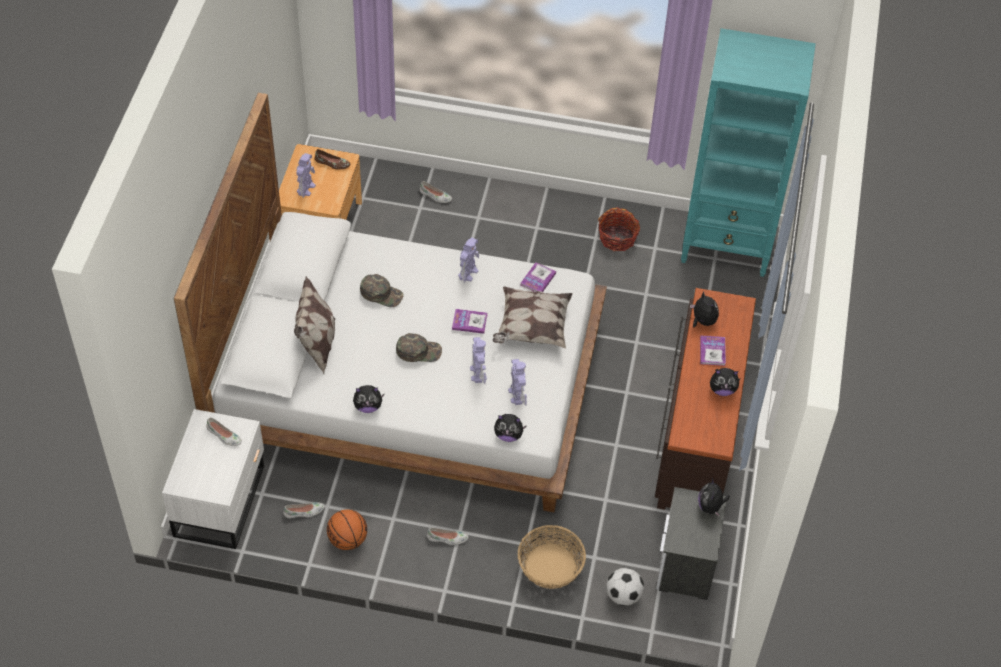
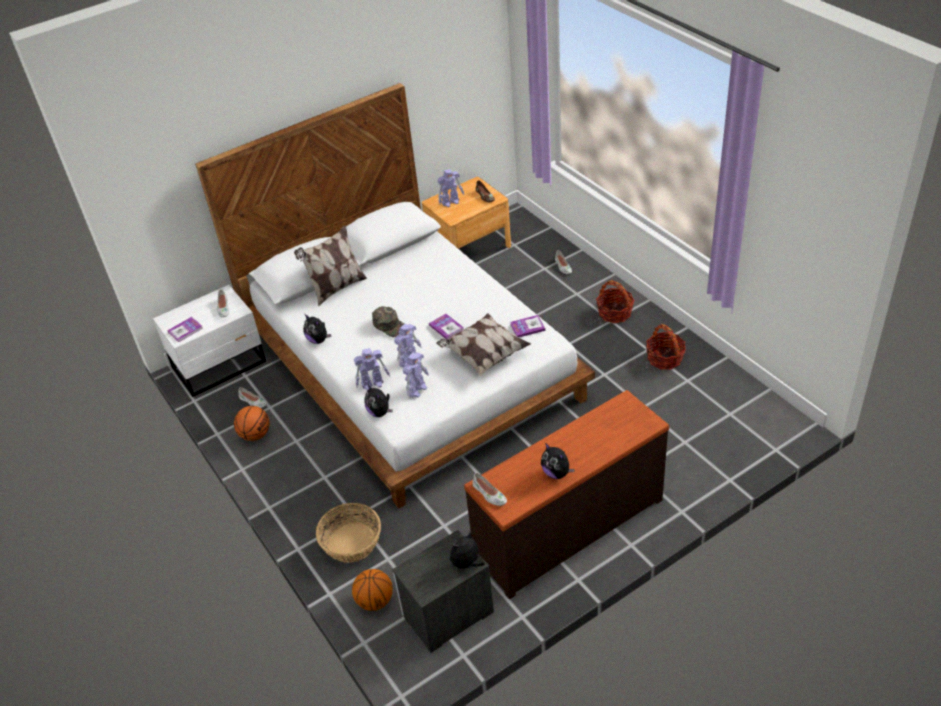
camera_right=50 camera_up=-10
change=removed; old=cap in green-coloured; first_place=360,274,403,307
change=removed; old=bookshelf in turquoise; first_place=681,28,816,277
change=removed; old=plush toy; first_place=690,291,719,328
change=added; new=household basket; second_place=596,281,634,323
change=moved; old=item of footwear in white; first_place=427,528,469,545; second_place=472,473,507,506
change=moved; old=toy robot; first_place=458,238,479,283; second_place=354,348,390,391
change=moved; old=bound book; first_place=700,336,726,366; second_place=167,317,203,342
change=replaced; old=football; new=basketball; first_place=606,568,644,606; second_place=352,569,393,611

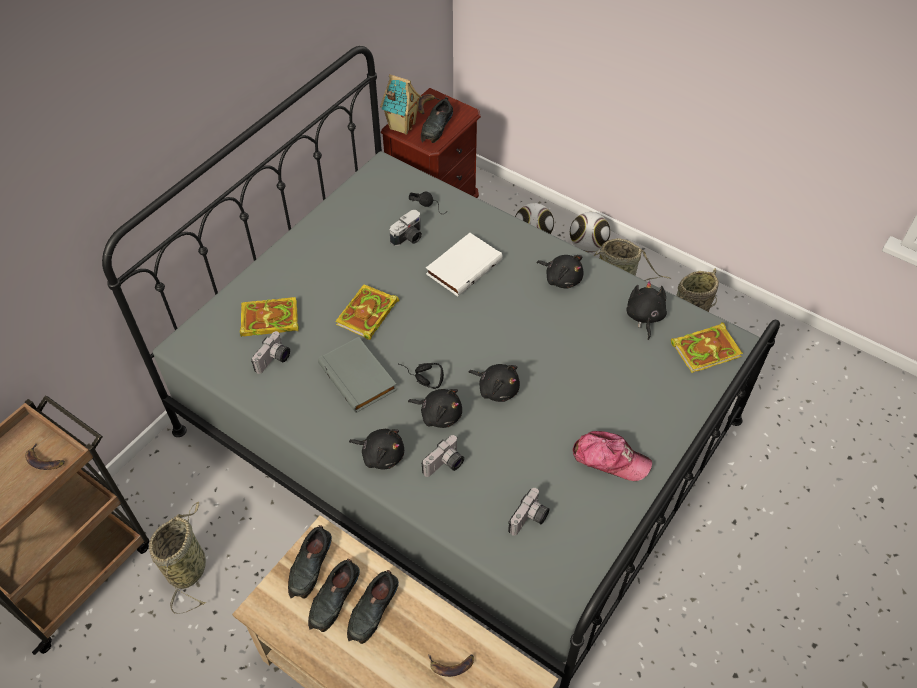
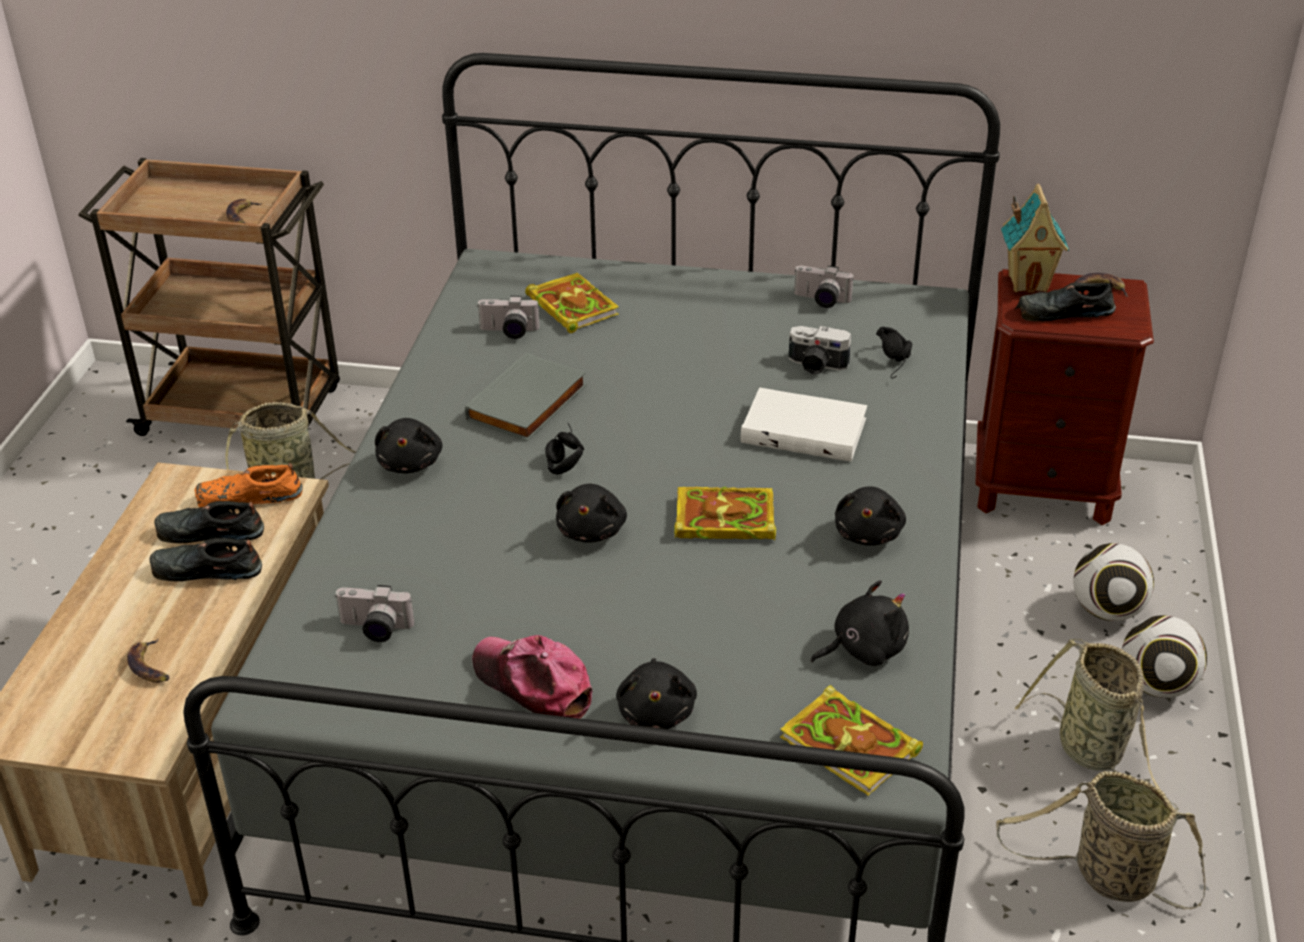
camera_right=65 camera_up=-15
change=moved; old=bound book; first_place=335,285,399,340; second_place=674,487,776,541
change=moved; old=plush toy in black; first_place=408,389,462,428; second_place=616,658,697,729
change=moved; old=photo camera; first_place=421,435,464,477; second_place=794,266,854,308
change=recoloured; old=item of footwear in black; new=item of footwear in orange; first_place=288,525,332,599; second_place=194,463,303,508
change=turned; old=cap; first_place=573,431,652,481; second_place=472,635,592,719; degrees=135

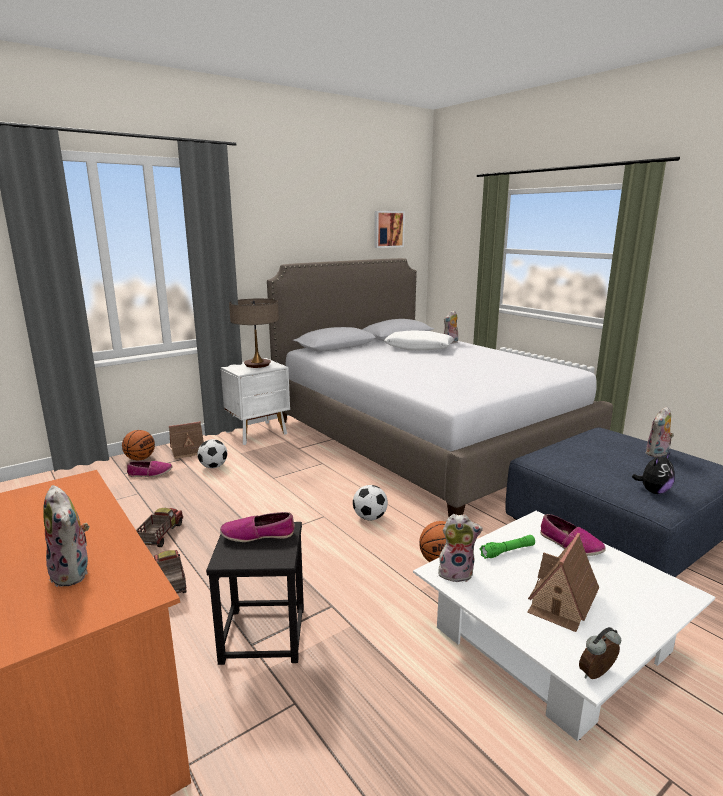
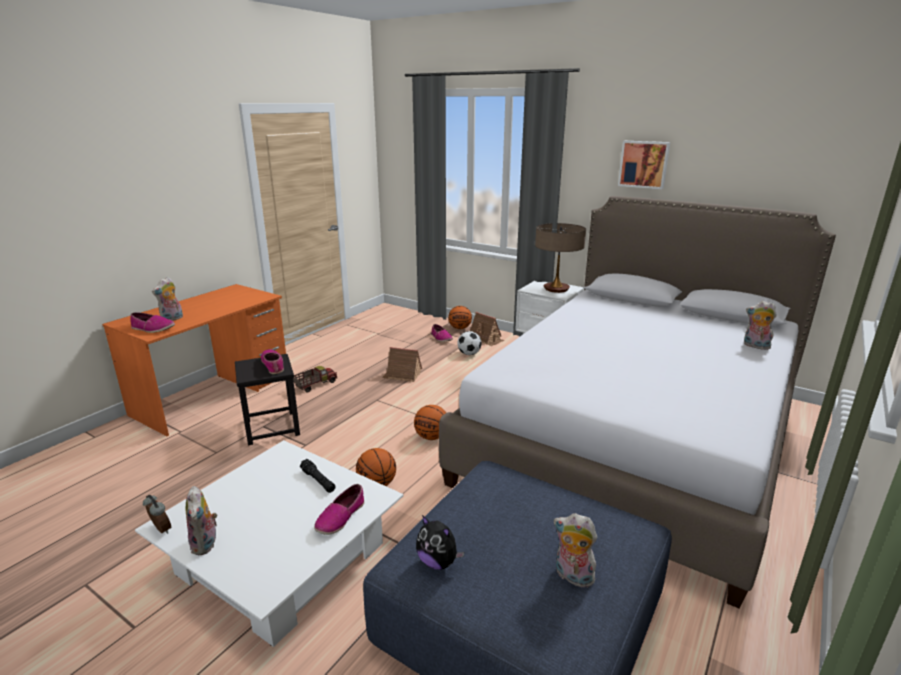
camera_right=70 camera_up=5
change=removed; old=toy lorry; first_place=136,508,183,547
change=removed; old=cushion in white; first_place=384,330,454,350
change=added; new=item of footwear; second_place=130,312,175,333
change=moved; old=wall art; first_place=374,211,405,248; second_place=618,141,670,189
change=moved; old=plush toy; first_place=438,514,483,582; second_place=185,486,219,555
change=moved; old=miniature house; first_place=527,533,599,632; second_place=382,347,422,382
change=replaced; old=football; new=basketball; first_place=353,485,388,521; second_place=414,405,446,440
change=recoloured; old=flashlight in green-coloured; new=flashlight in black; first_place=479,535,535,559; second_place=300,459,336,493

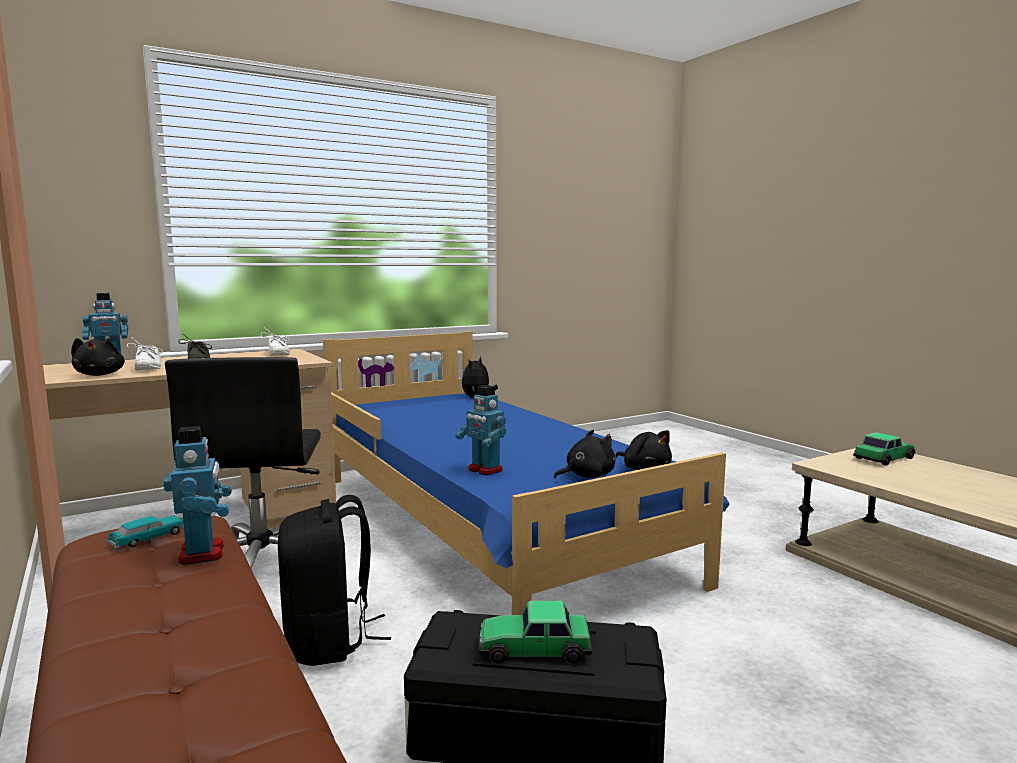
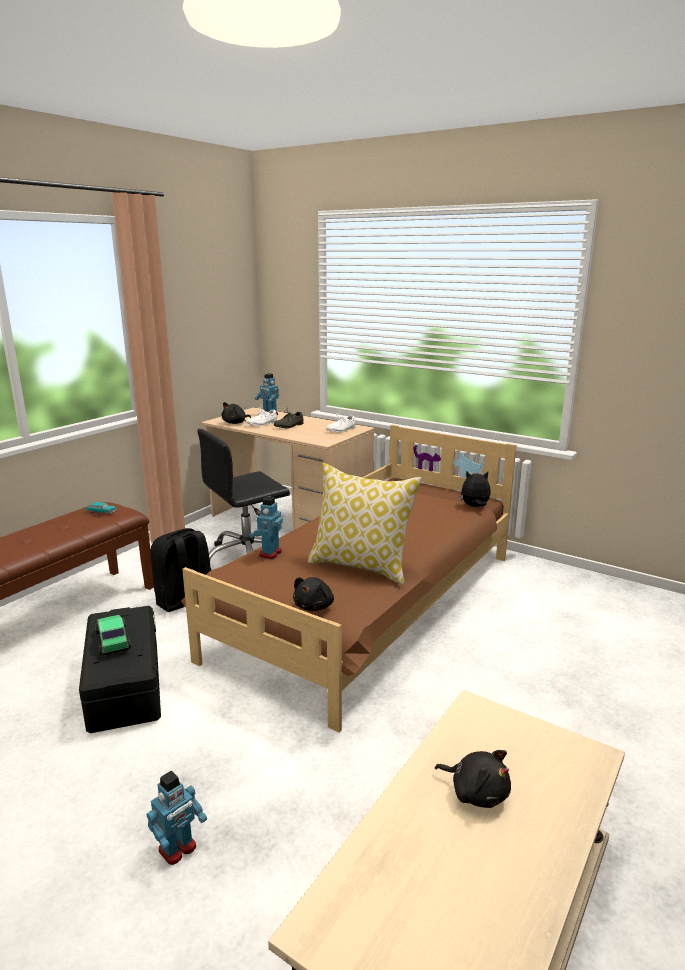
camera_right=65 camera_up=10
change=removed; old=model car; first_place=853,432,916,466
change=added; new=cushion; second_place=308,463,422,584
change=moved; old=toy robot; first_place=163,426,232,565; second_place=146,770,207,865
change=moved; old=plush toy in black; first_place=554,430,615,479; second_place=435,750,511,808
change=recoloured; old=bed in blue-coloured; new=bed in brown-coloured; first_place=323,331,730,615; second_place=181,425,516,732

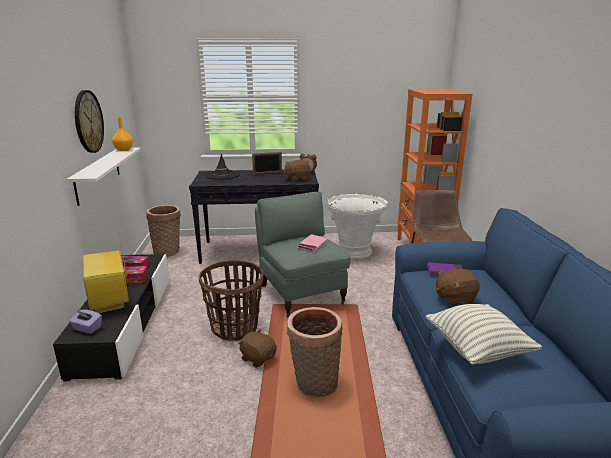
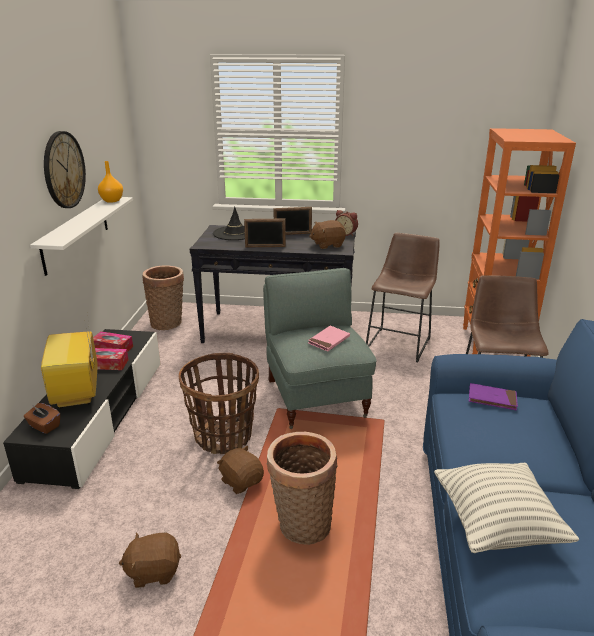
camera_right=10 camera_up=5
change=added; new=photo frame; second_place=244,219,286,248
change=moved; old=plush toy in brown-coloured; first_place=436,269,480,306; second_place=119,532,181,588
change=replaced; old=planter in white; new=sitting stool in brown-coloured; first_place=326,194,388,259; second_place=366,233,440,362
change=recoloured; old=tissue holder in purplish; new=tissue holder in brown-coloured; first_place=69,309,102,334; second_place=24,403,60,434

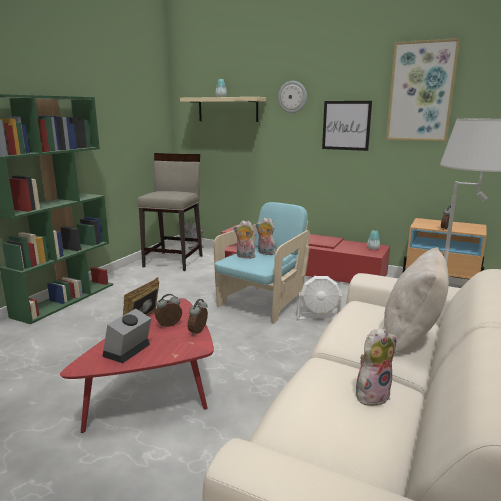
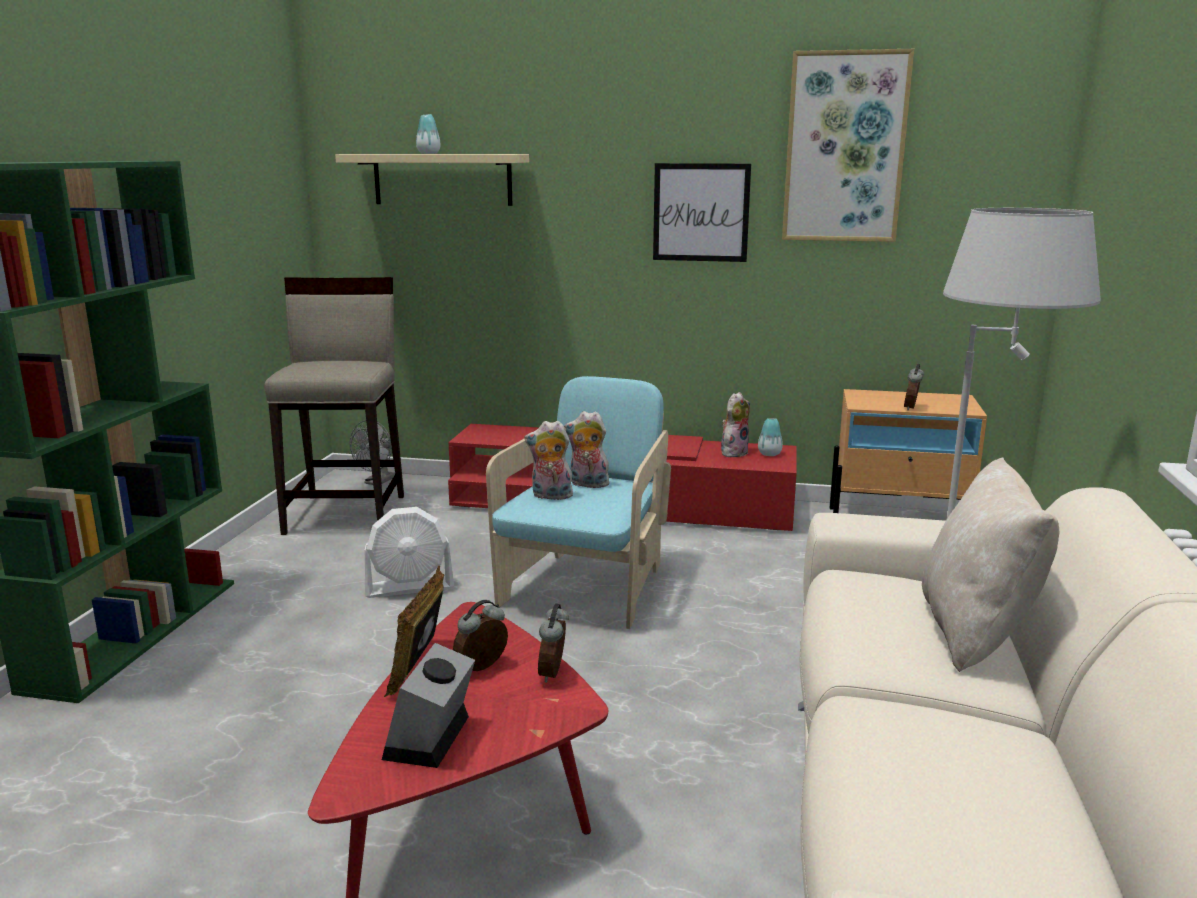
camera_right=-15 camera_up=0
change=removed; old=hanging clock; first_place=278,81,307,113
change=moved; old=cooling fan in white; first_place=296,276,342,320; second_place=365,507,454,598
change=moved; old=plush toy; first_place=356,327,396,406; second_place=721,392,750,457

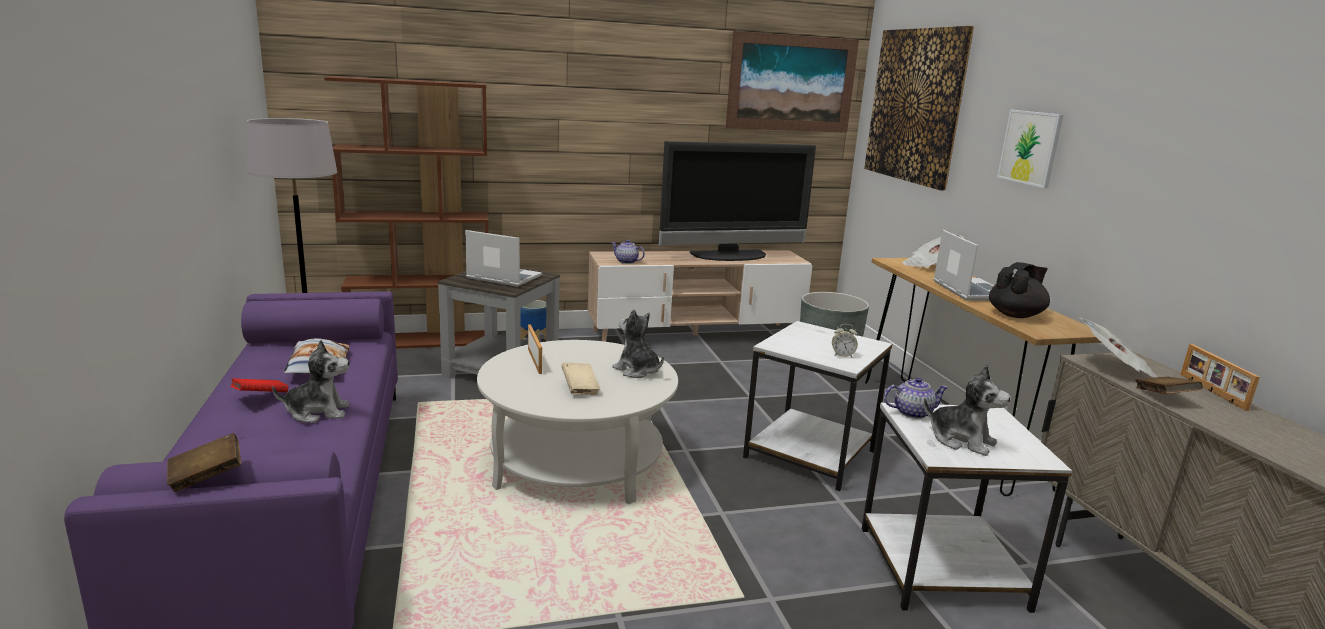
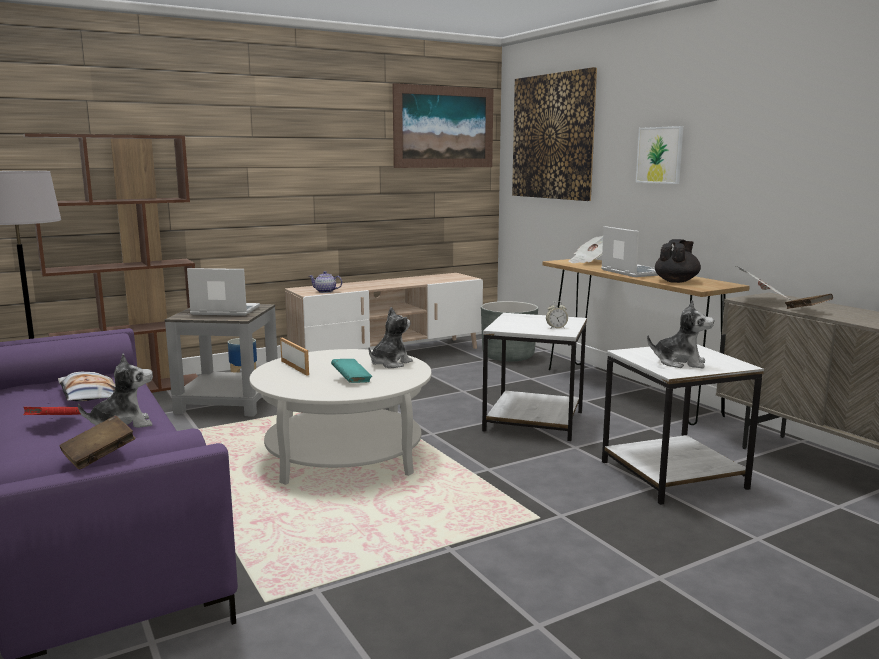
camera_right=-15 camera_up=-5
change=removed; old=television; first_place=659,141,816,261
change=removed; old=pot for tea; first_place=884,377,949,419
change=removed; old=photo frame; first_place=1180,344,1260,411
change=recoloured; old=bound book in sand-coloured; new=bound book in turquoise; first_place=561,362,600,395; second_place=331,359,372,383
change=turned; old=plush toy; first_place=612,309,664,378; second_place=369,307,413,368; degrees=105

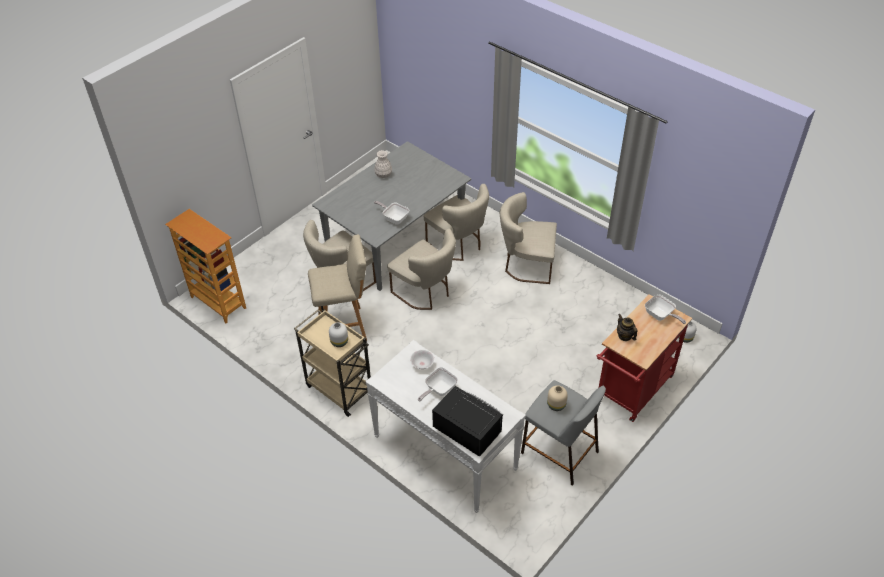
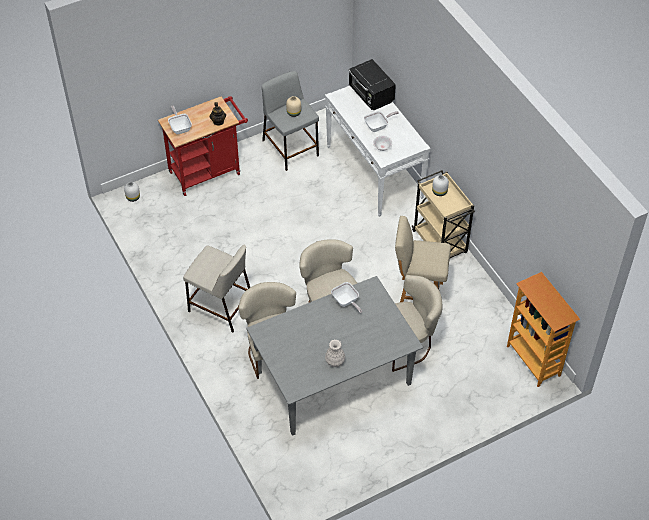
camera_right=-160 camera_up=5
change=replaced; old=plain chair in sand-coloured; new=sitting stool in sand-coloured; first_place=500,192,557,284; second_place=183,245,250,332

